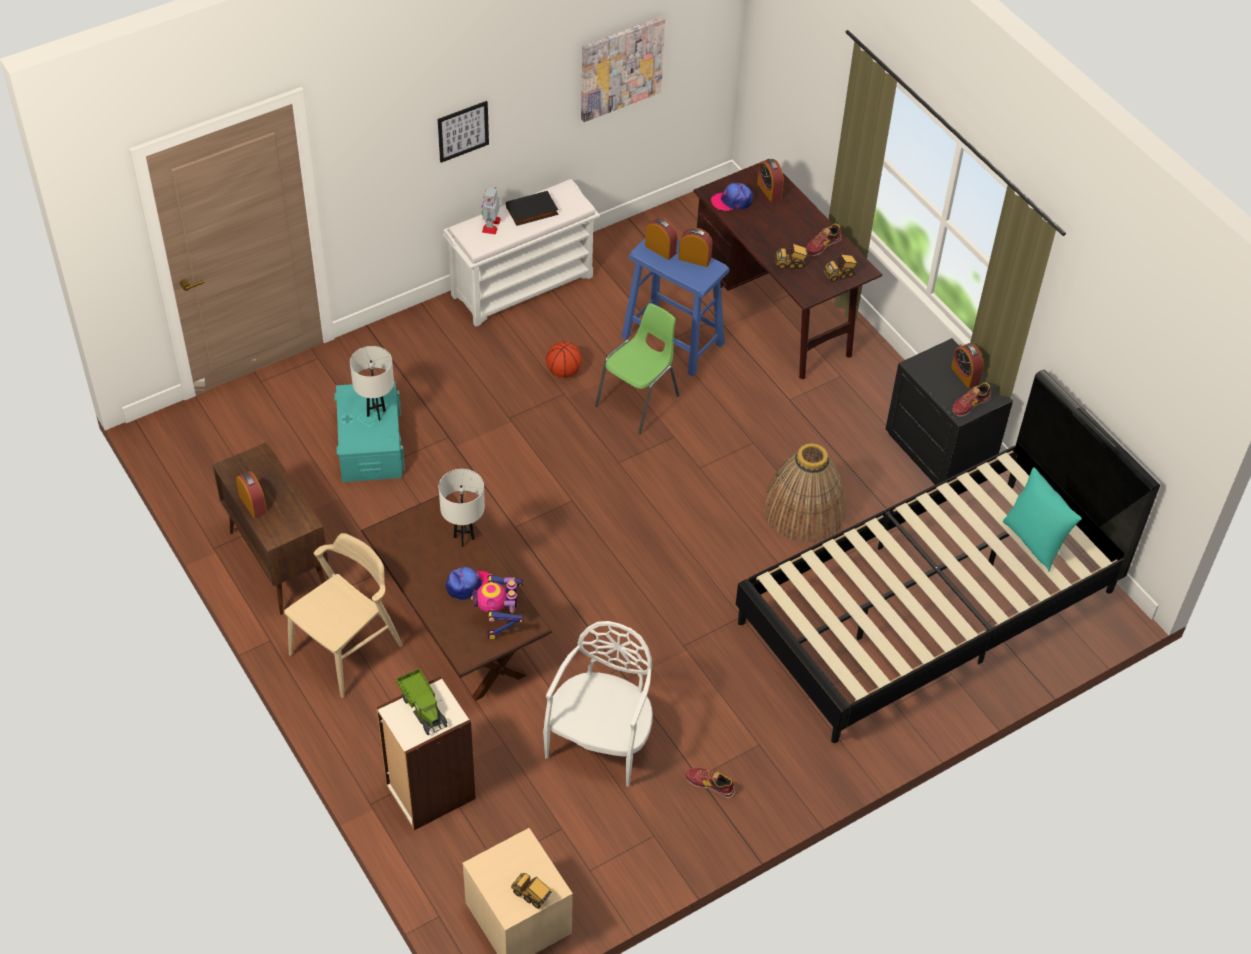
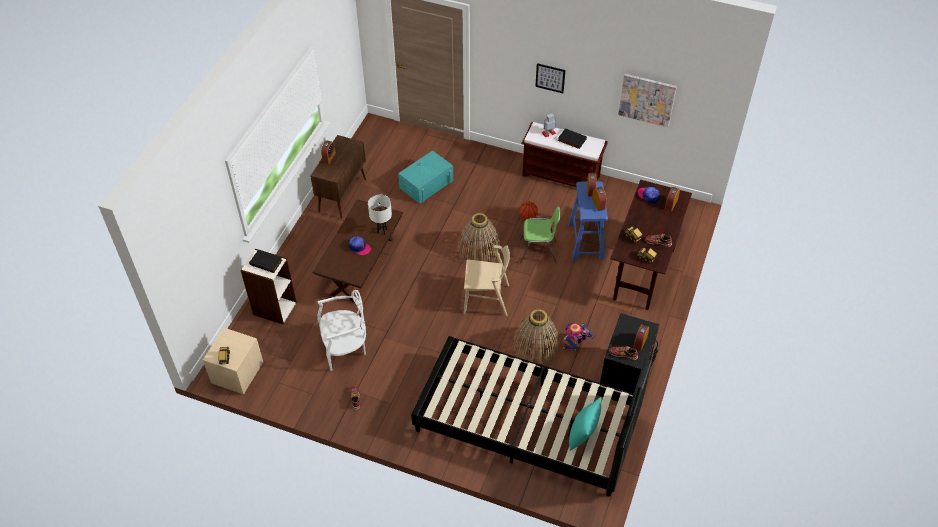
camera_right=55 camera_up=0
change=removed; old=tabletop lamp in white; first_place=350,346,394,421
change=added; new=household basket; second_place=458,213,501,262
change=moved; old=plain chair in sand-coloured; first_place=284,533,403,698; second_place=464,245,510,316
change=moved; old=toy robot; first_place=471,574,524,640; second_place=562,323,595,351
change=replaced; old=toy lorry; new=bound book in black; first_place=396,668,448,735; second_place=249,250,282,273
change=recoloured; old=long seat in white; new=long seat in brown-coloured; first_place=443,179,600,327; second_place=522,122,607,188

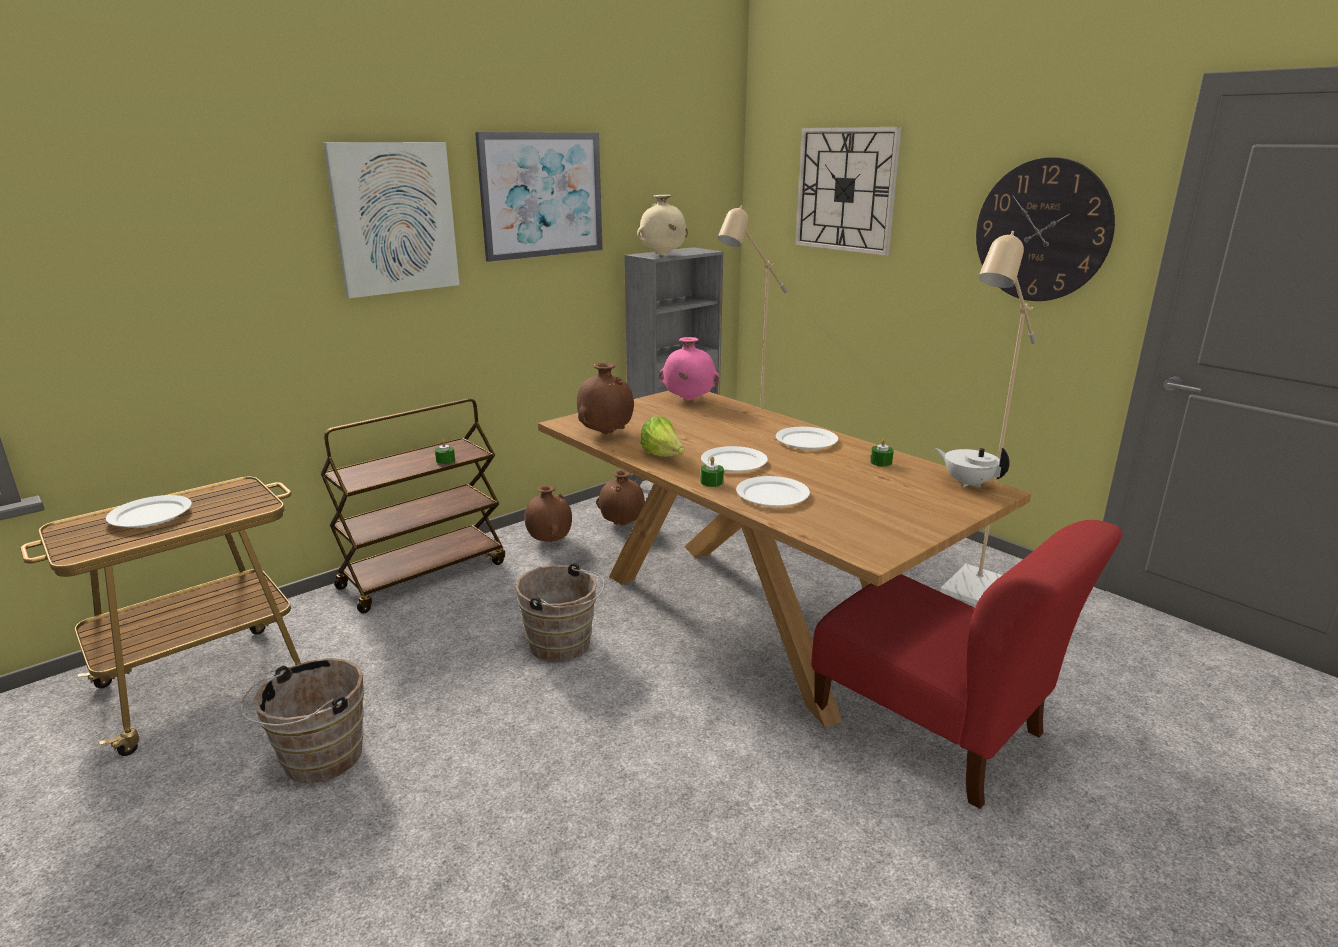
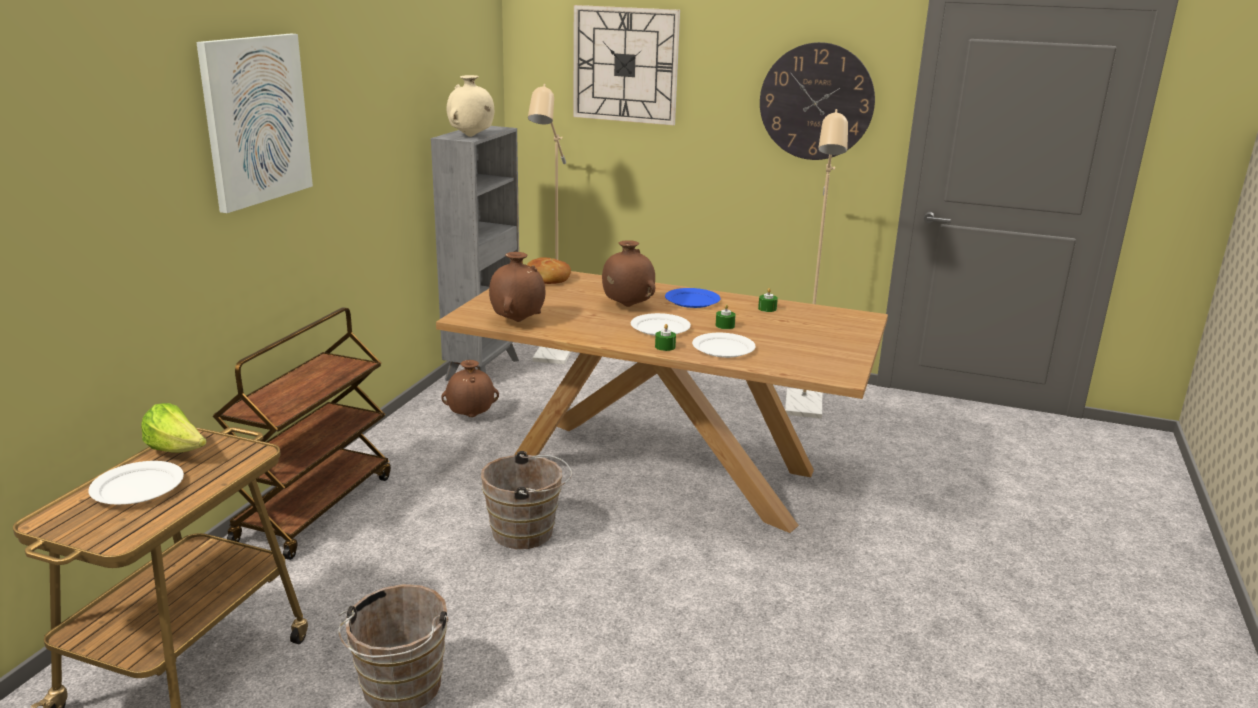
camera_right=-30 camera_up=0
change=removed; old=wall art; first_place=475,132,603,262
change=removed; old=plain chair in red; first_place=811,520,1123,809
change=removed; old=pot for tea in white; first_place=935,448,1010,488
change=moved; old=candle in green-coloured; first_place=435,440,455,464; second_place=715,304,736,329
change=moved; old=decorative vase in brown-coloured; first_place=525,485,572,542; second_place=602,240,655,307
change=moved; old=head of lettuce; first_place=640,416,685,457; second_place=141,403,207,453
change=replaced; old=decorative vase in pink; new=bakery bread; first_place=659,337,720,401; second_place=527,257,571,284
change=recoloured; old=flat dish in white; new=flat dish in blue-coloured; first_place=776,427,838,450; second_place=665,288,720,308

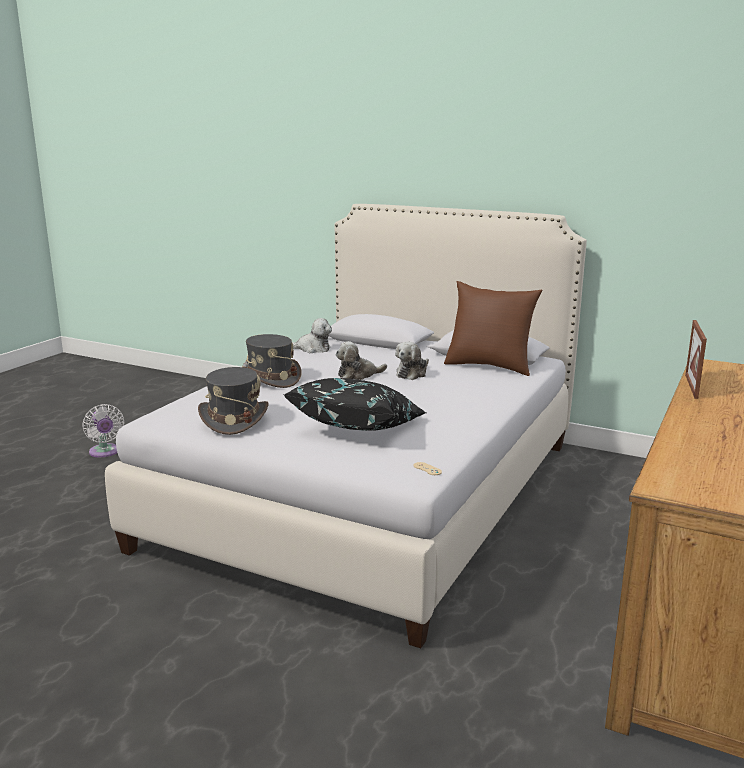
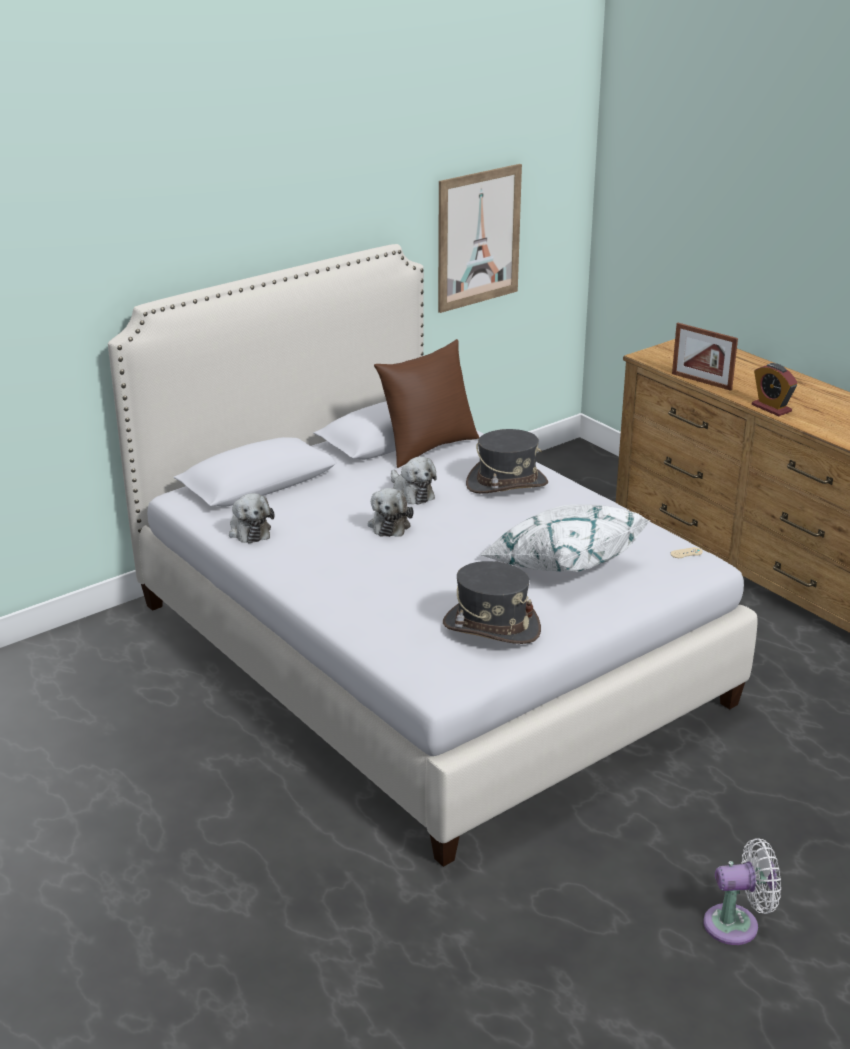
camera_right=-65 camera_up=10
change=added; new=wall art; second_place=438,164,522,313
change=added; new=table clock; second_place=752,363,798,416
change=moved; old=cooling fan in white; first_place=82,404,124,457; second_place=703,838,781,945
change=moved; old=hat in greyish; first_place=242,334,301,388; second_place=466,429,548,493
change=recoloured; old=cushion in black; new=cushion in white; first_place=284,378,426,431; second_place=480,504,650,572
change=turned; old=plush toy; first_place=292,318,332,353; second_place=229,493,275,543; degrees=120

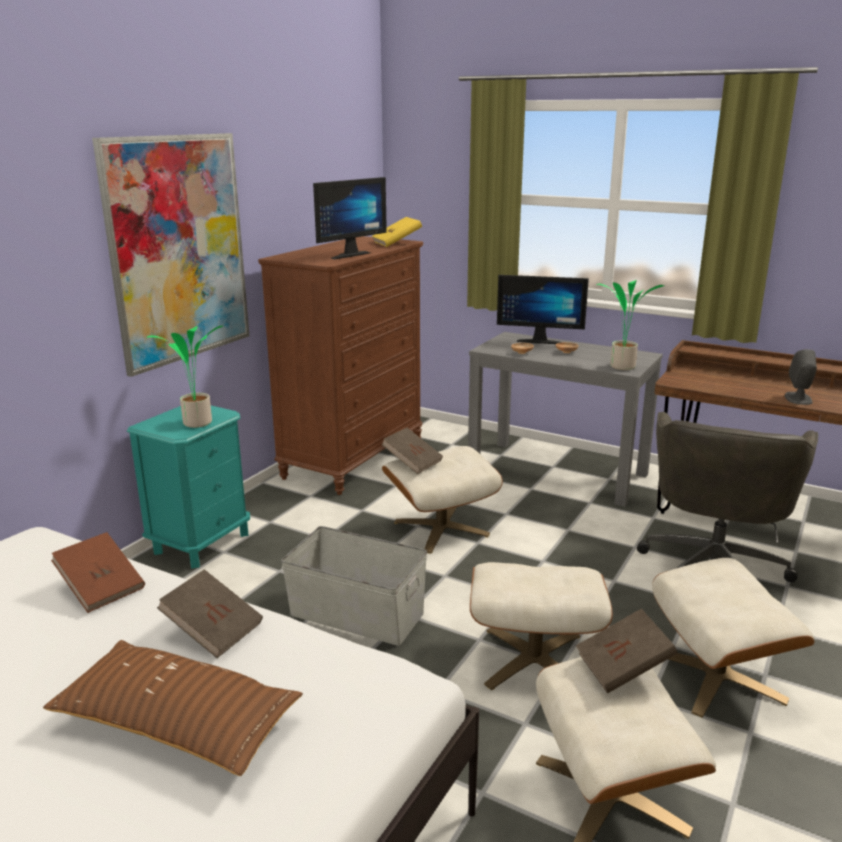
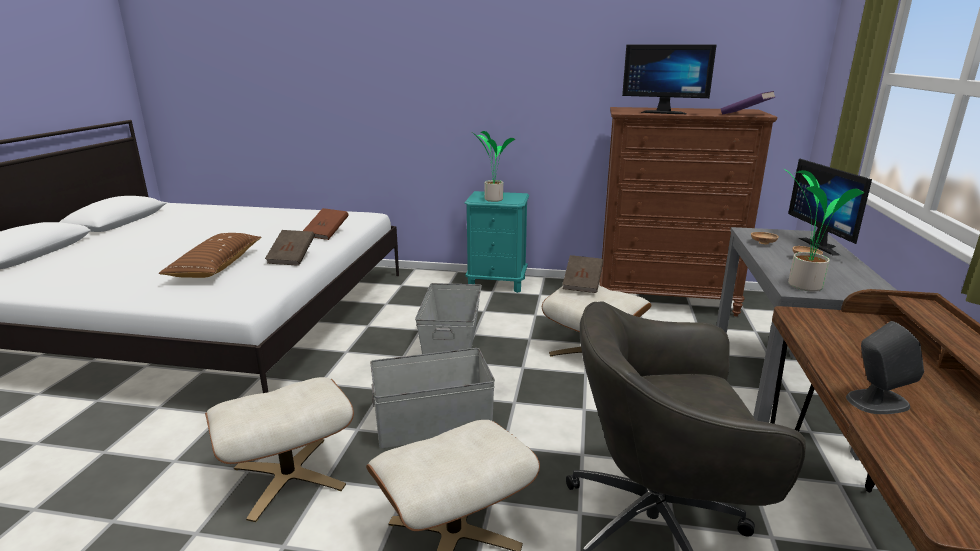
camera_right=70 camera_up=0
change=removed; old=wall art; first_place=92,133,249,377
change=removed; old=bound book in brown-coloured; first_place=576,609,677,693
change=replaced; old=pouffe in sand-coloured; new=storage box in greyish; first_place=470,562,613,690; second_place=370,348,495,448
change=recoloured; old=bound book in yellow; new=bound book in purplish; first_place=372,217,422,247; second_place=721,91,775,114

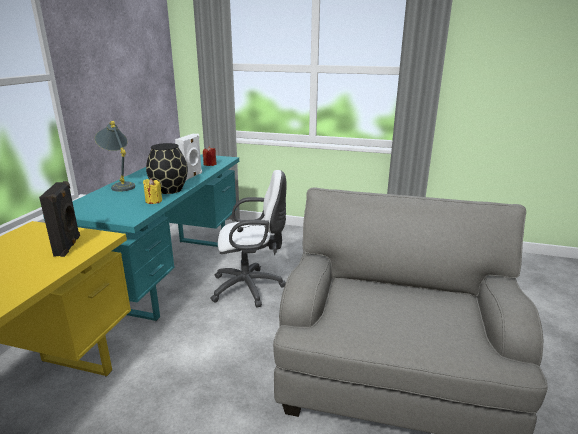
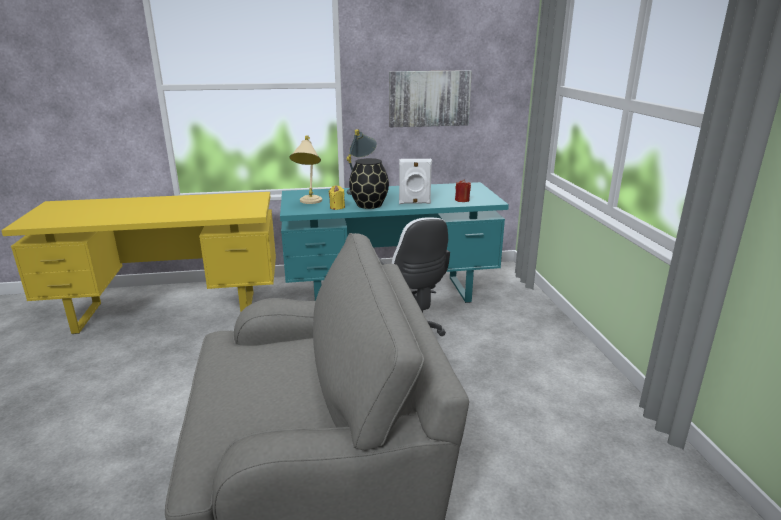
camera_right=65 camera_up=0
change=removed; old=loudspeaker in black; first_place=39,181,80,257
change=added; new=tabletop lamp in sand-coloured; second_place=289,135,322,204
change=added; new=wall art; second_place=389,70,472,127

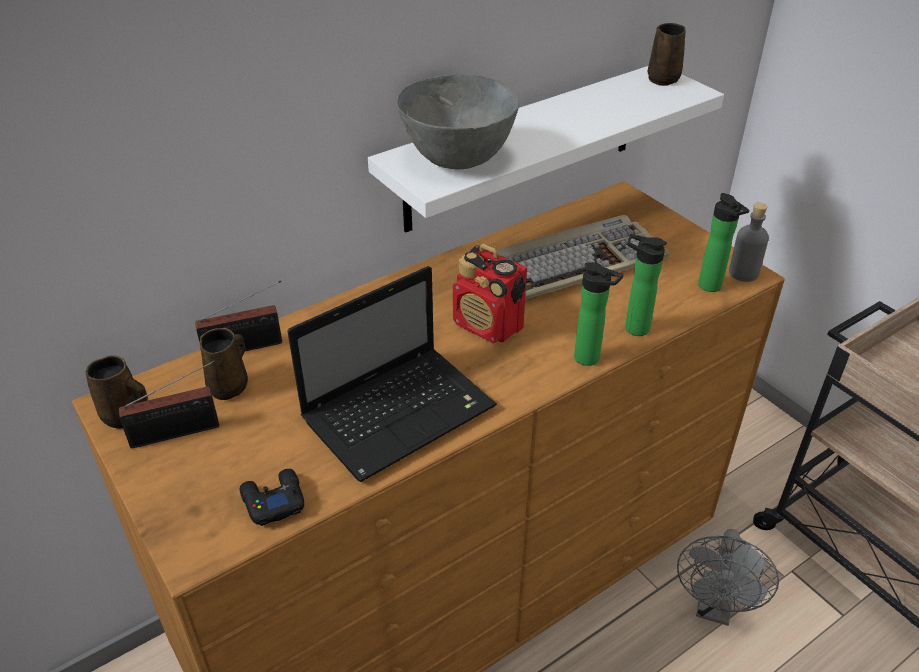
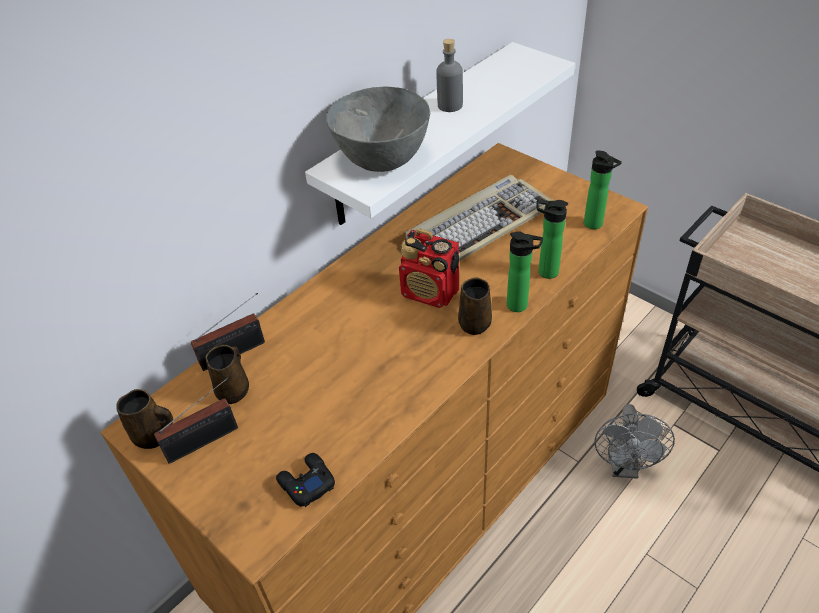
camera_right=-10 camera_up=5
change=removed; old=notebook computer; first_place=287,266,497,482
change=moved; old=mug in brown-coloured; first_place=648,23,685,86; second_place=458,278,492,335
change=moved; old=beverage bottle in greyish; first_place=729,202,769,282; second_place=436,39,463,112

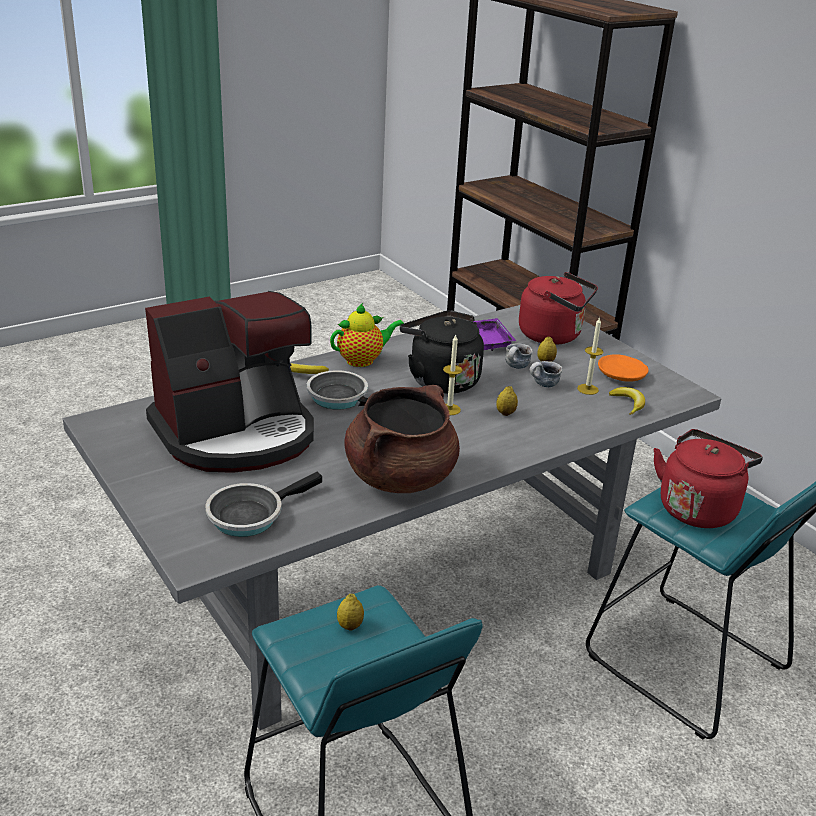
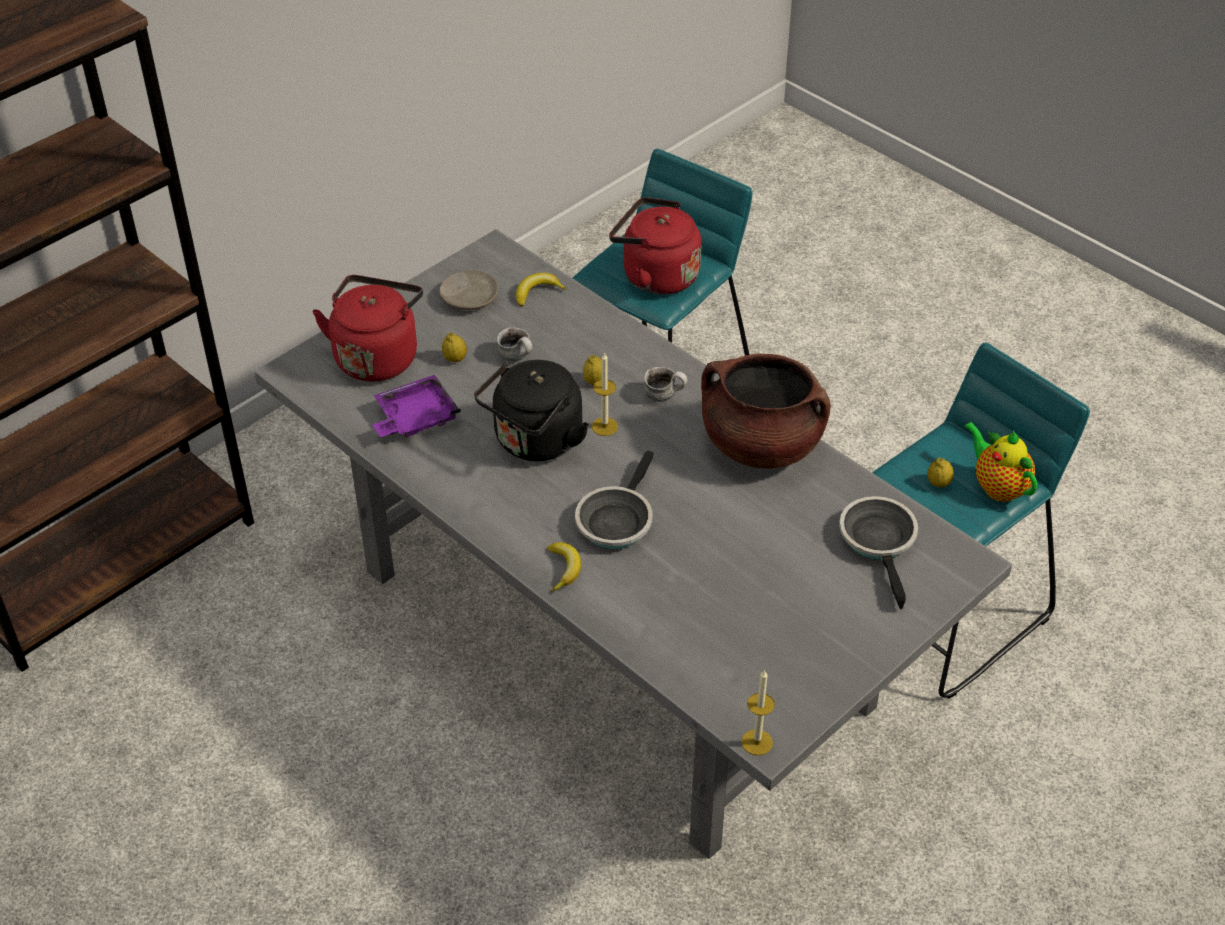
camera_right=-100 camera_up=15
change=removed; old=coffee maker; first_place=145,291,314,473
change=moved; old=pot for tea; first_place=330,303,404,367; second_place=964,422,1037,502
change=moved; old=mug; first_place=505,343,533,369; second_place=644,367,687,402
change=moved; old=candle; first_place=577,317,603,395; second_place=741,670,775,756
change=recoloured; old=flat dish in orange; new=flat dish in sand-coloured; first_place=598,354,648,382; second_place=439,270,498,310
change=turned; old=frying pan; first_place=205,472,322,537; second_place=839,496,918,609; degrees=-135

